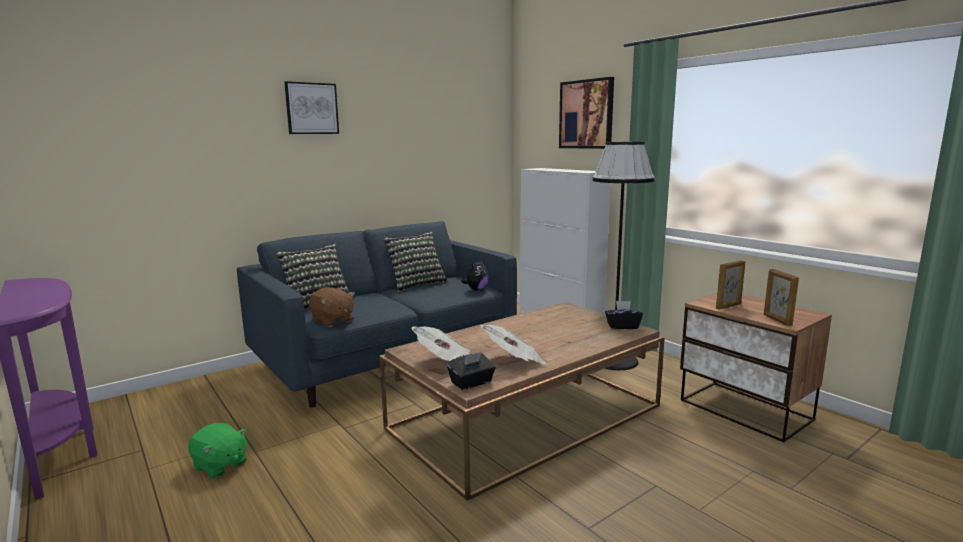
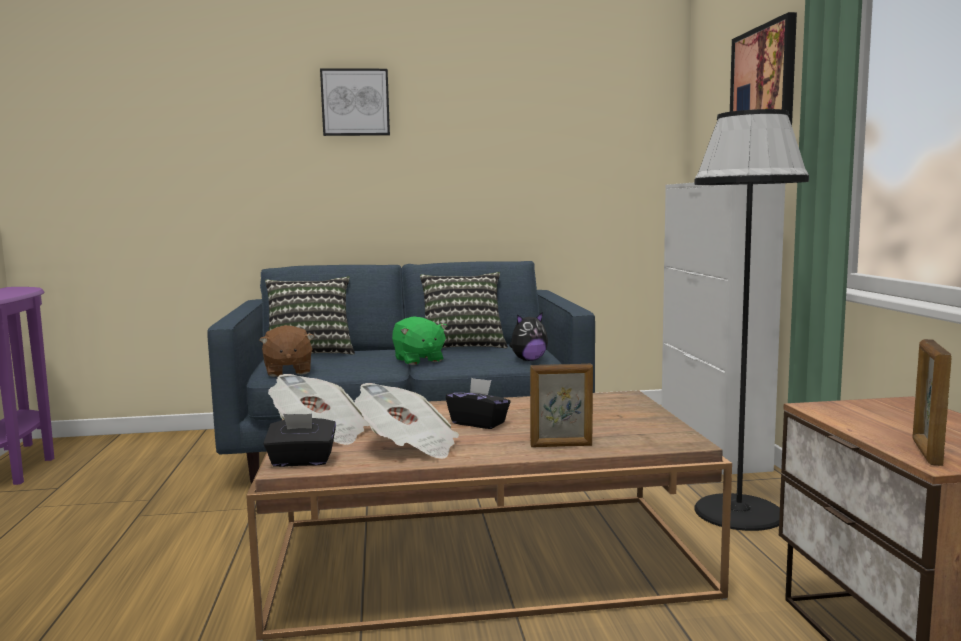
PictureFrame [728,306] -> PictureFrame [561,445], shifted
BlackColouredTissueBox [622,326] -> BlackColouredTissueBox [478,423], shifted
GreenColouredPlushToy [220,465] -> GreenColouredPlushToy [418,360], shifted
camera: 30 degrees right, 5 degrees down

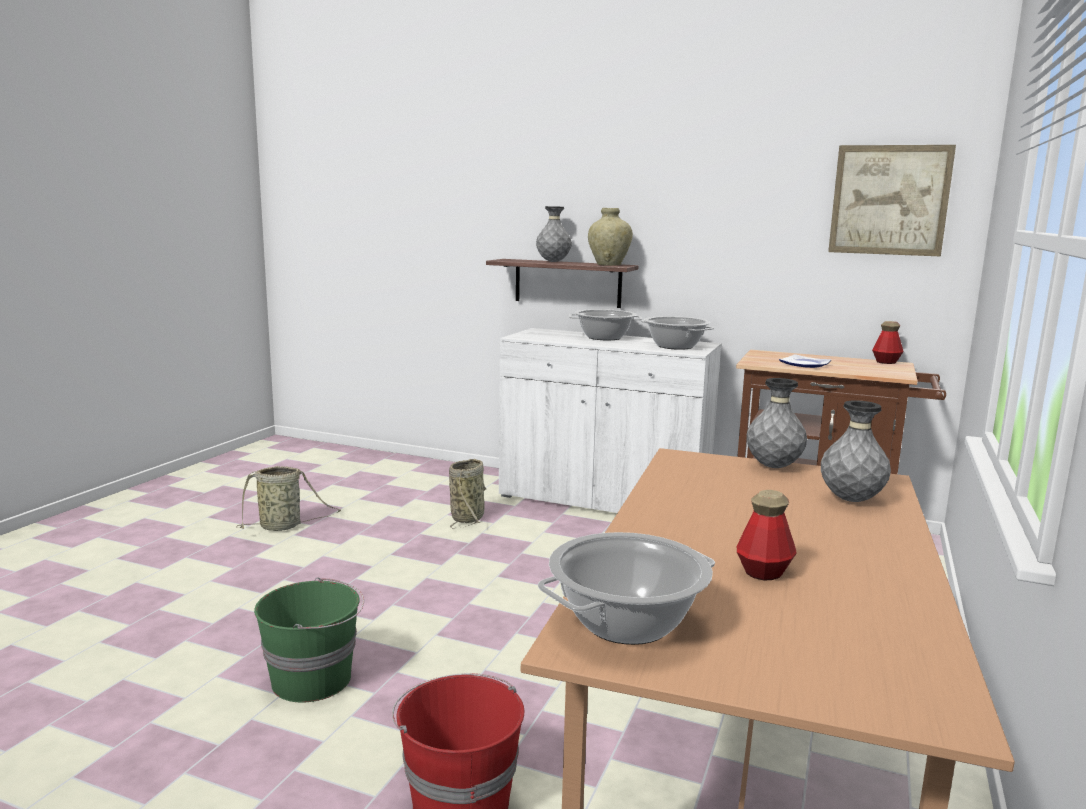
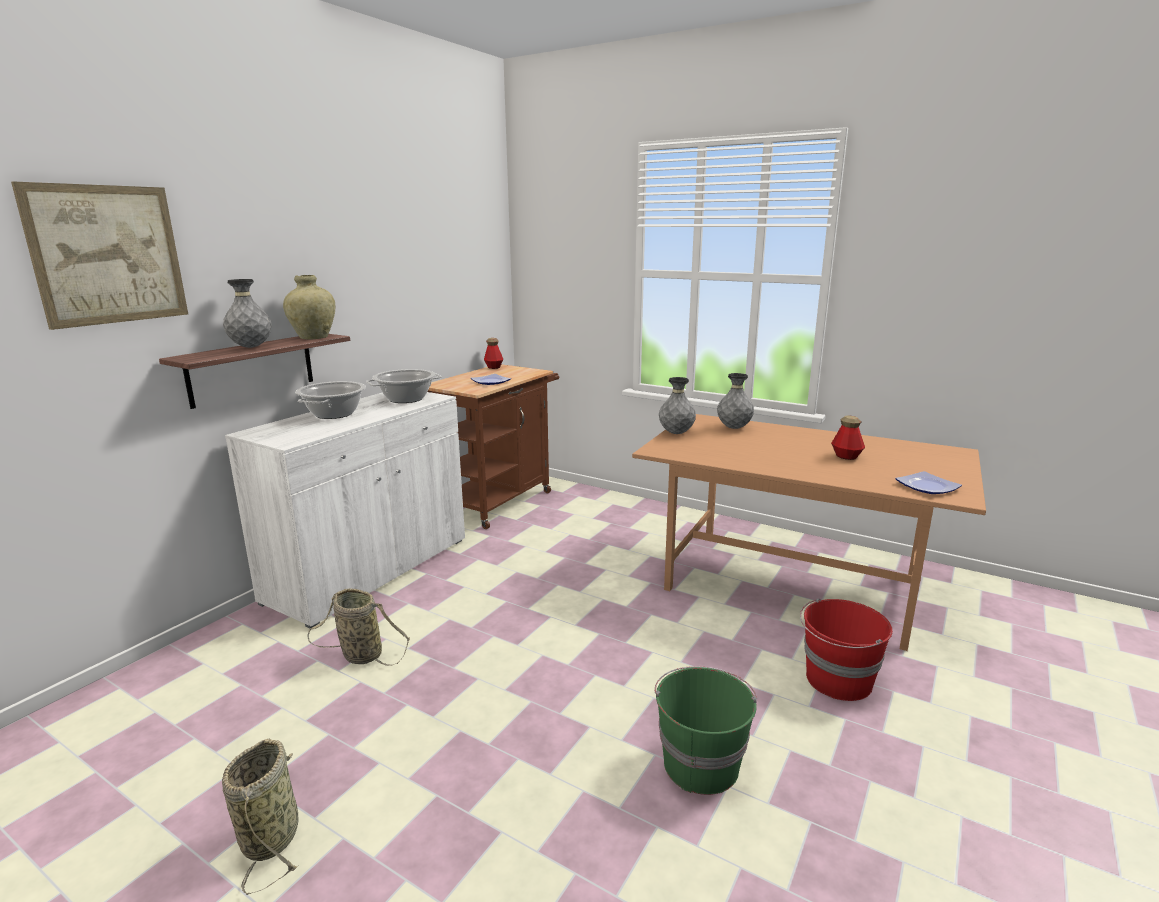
WallPicture [889,200] -> WallPicture [108,255], shifted
Saucepot [627,622] -> FlatDish [925,486]
camera: 80 degrees left, 5 degrees up

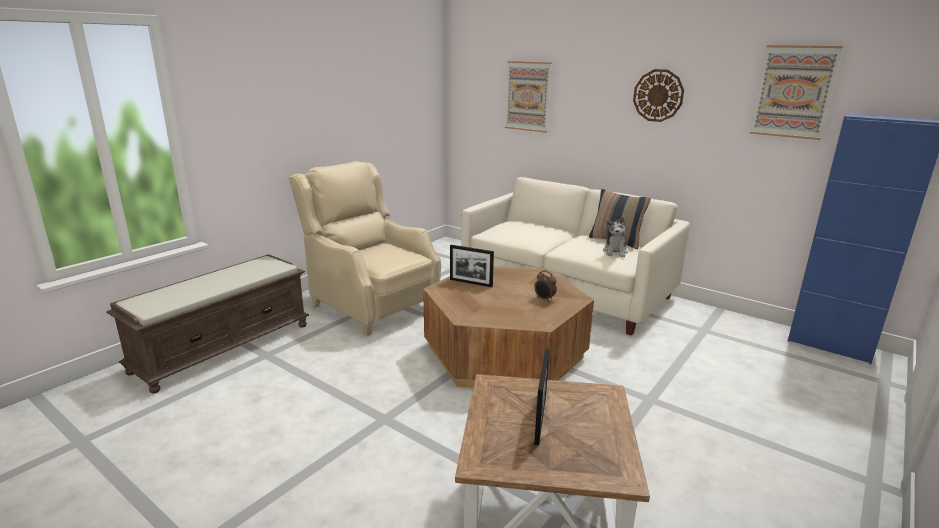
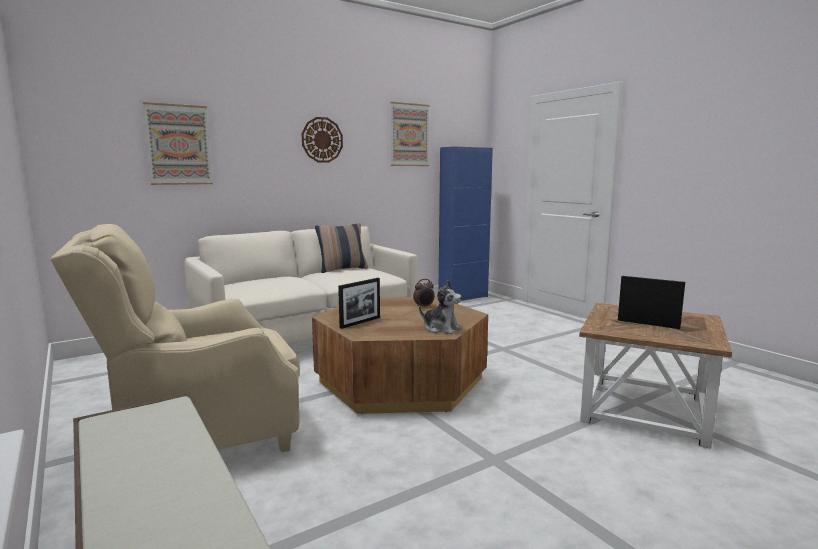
PlushToy [615,252] -> PlushToy [441,329], shifted
camera: 70 degrees left, 10 degrees down

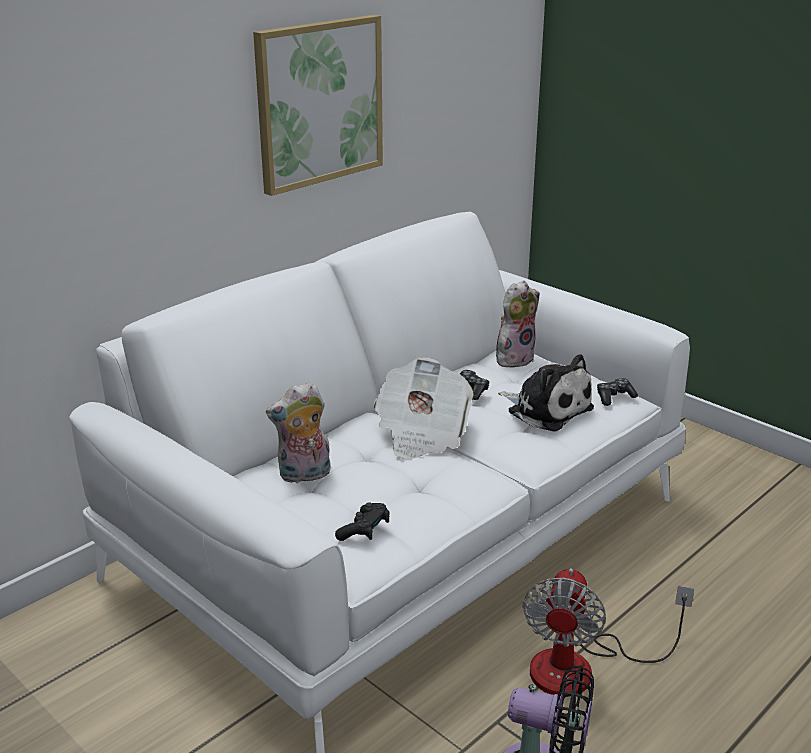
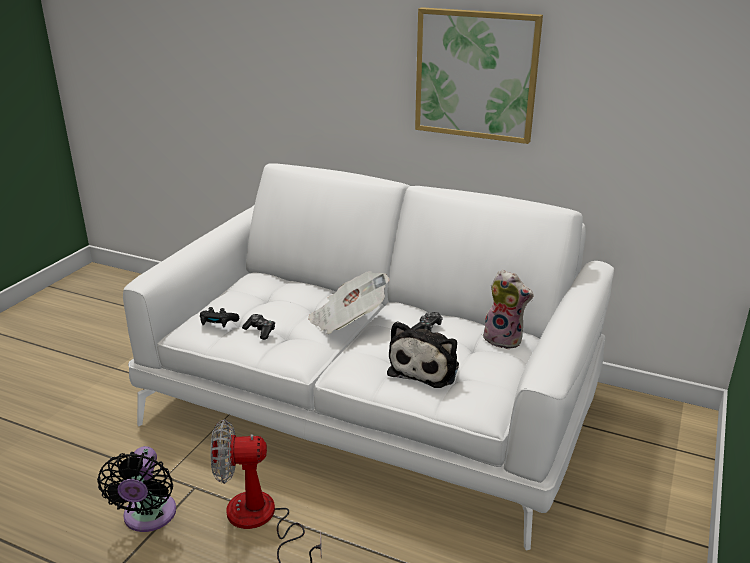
Gamepad [614,397] -> Gamepad [260,331], shifted
PlushToy [304,475] -> none
camera: 70 degrees right, 0 degrees up

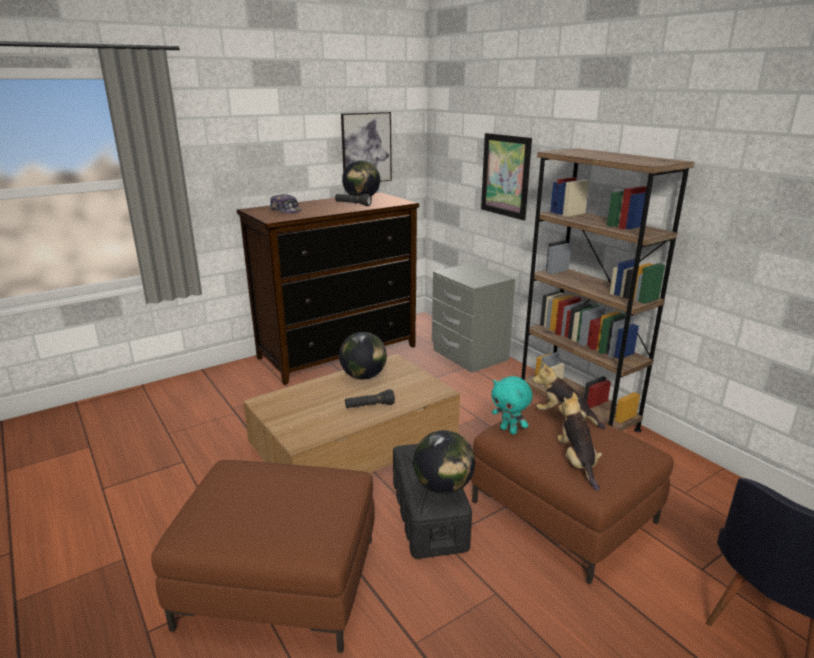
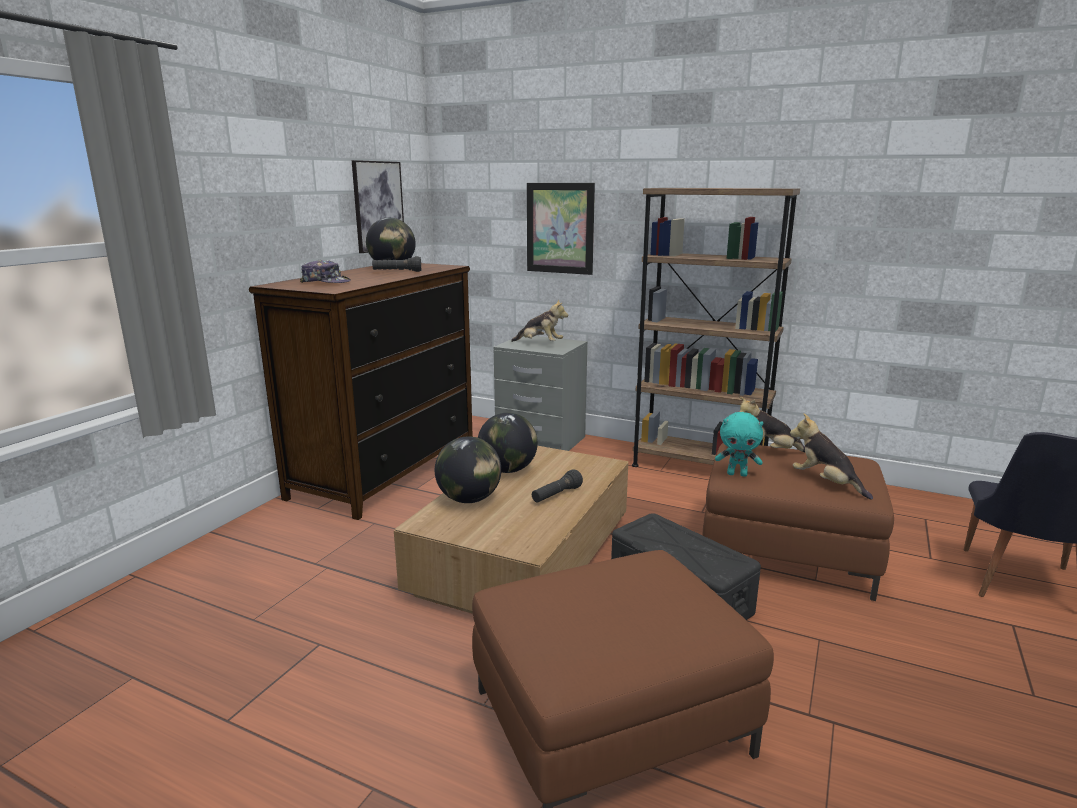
Globe [443,486] -> Globe [469,499], shifted
none -> PlushToy [540,344]
camera: 30 degrees left, 5 degrees down

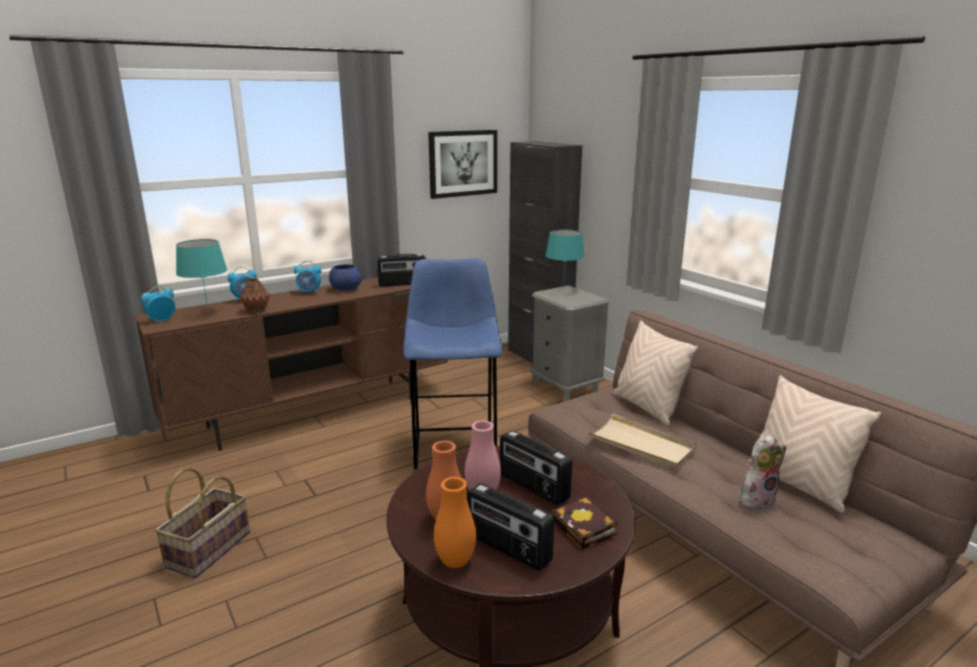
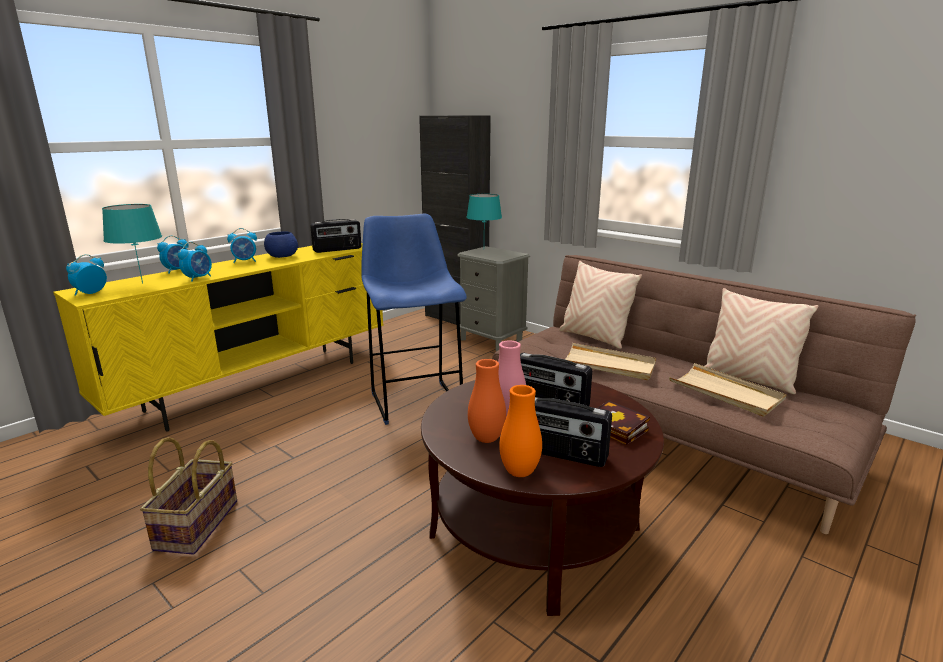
WallPicture [463,163] -> none
BrownColouredTvUnit [316,412] -> YellowColouredTvUnit [259,385]
BrownColouredFlowerVase [257,310] -> AlarmClock [198,278]
PlushToy [757,499] -> SandColouredServingTray [725,393]
camera: 15 degrees left, 0 degrees up

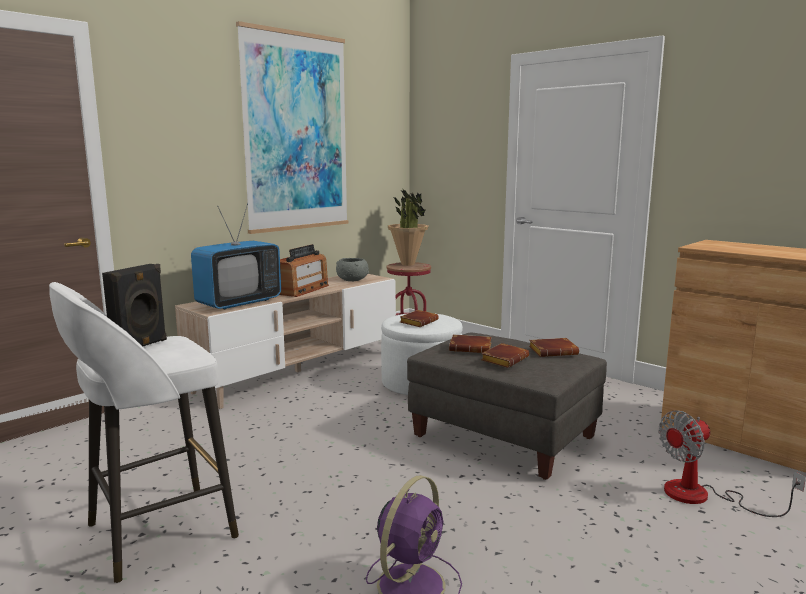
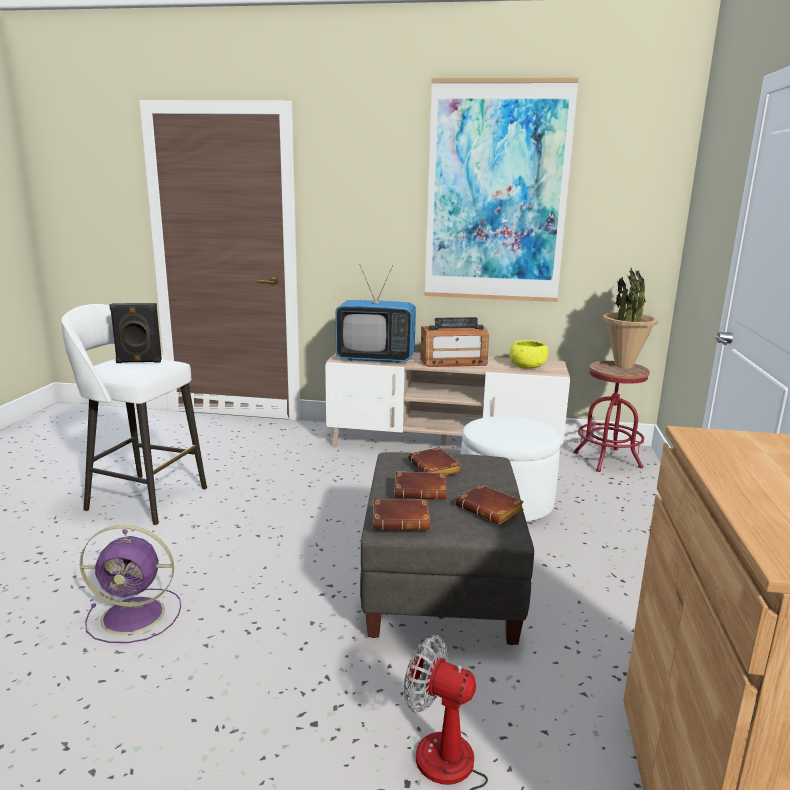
GreyishServingBowl [352,279] -> YellowColouredServingBowl [527,366]
BrownColouredBook [418,322] -> BrownColouredBook [402,519], shifted
camera: 55 degrees right, 5 degrees up

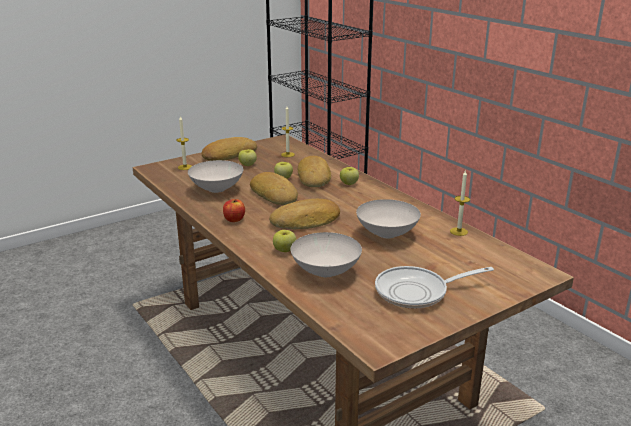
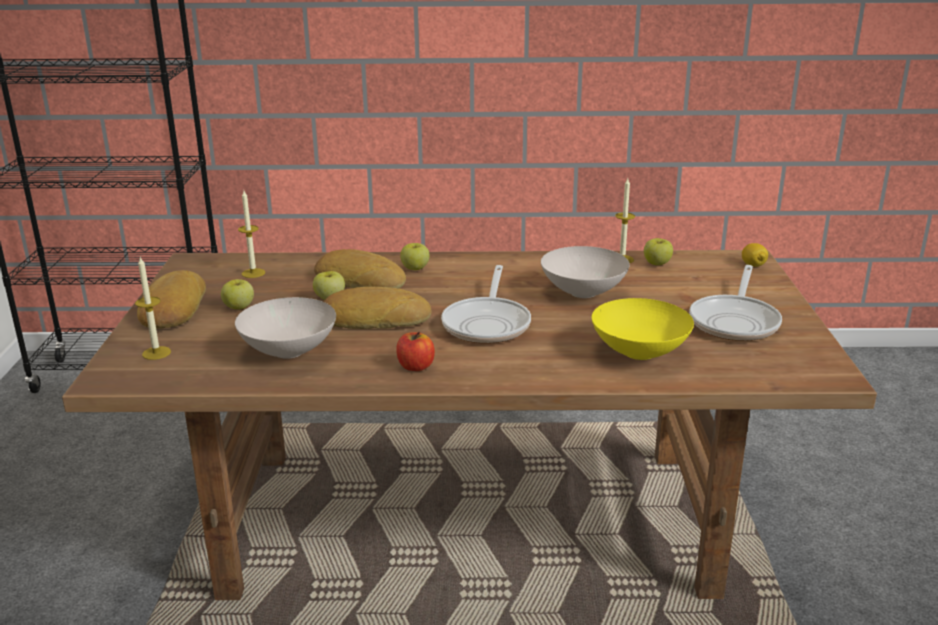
Bread [306,221] -> FryingPan [488,323]
WholeApple [284,250] -> WholeApple [657,263], shifted
WhiteColouredServingBowl [326,271] -> YellowColouredServingBowl [639,352]
none -> CitrusFruit [753,265]
camera: 55 degrees left, 0 degrees up

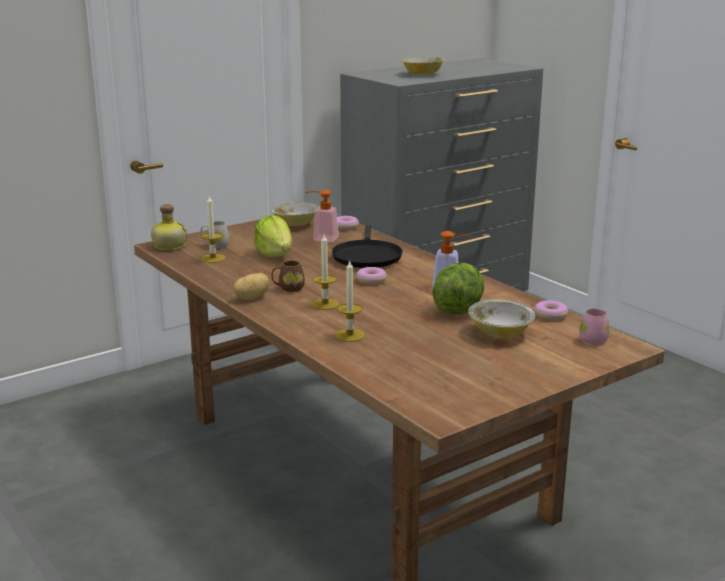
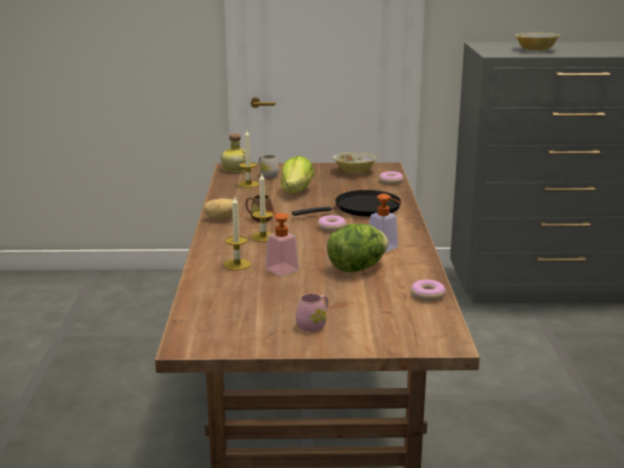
SoapDispenser [321,239] -> SoapDispenser [278,268], shifted
BlackColouredFryingPan [366,257] -> BlackColouredFryingPan [363,208], 150 degrees counterclockwise
ServingBowl [500,333] -> none
PinkishTeaMug [593,338] -> PinkishTeaMug [314,325], shifted
camera: 35 degrees right, 0 degrees up

